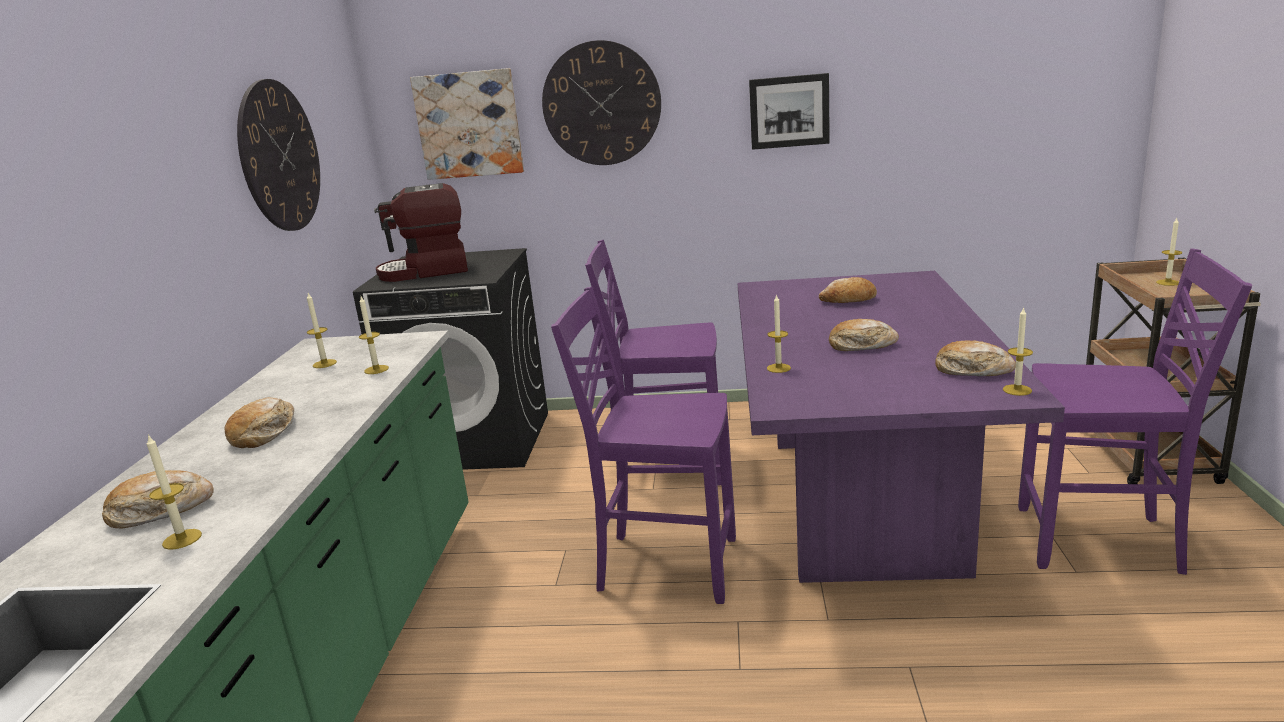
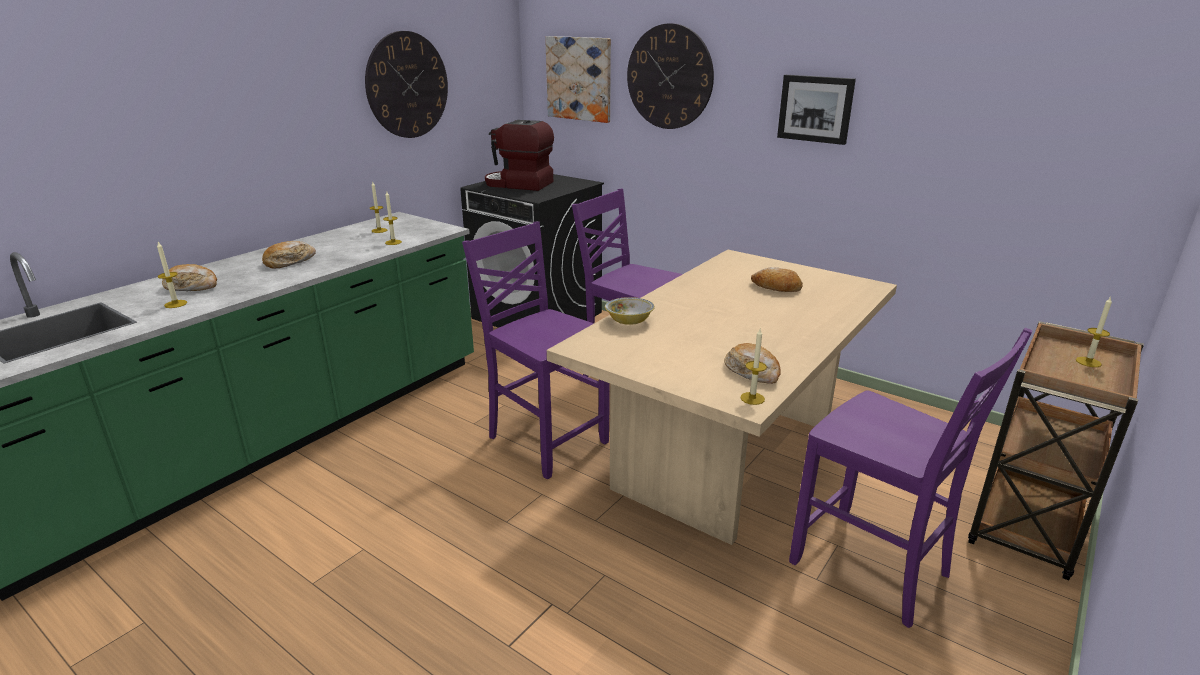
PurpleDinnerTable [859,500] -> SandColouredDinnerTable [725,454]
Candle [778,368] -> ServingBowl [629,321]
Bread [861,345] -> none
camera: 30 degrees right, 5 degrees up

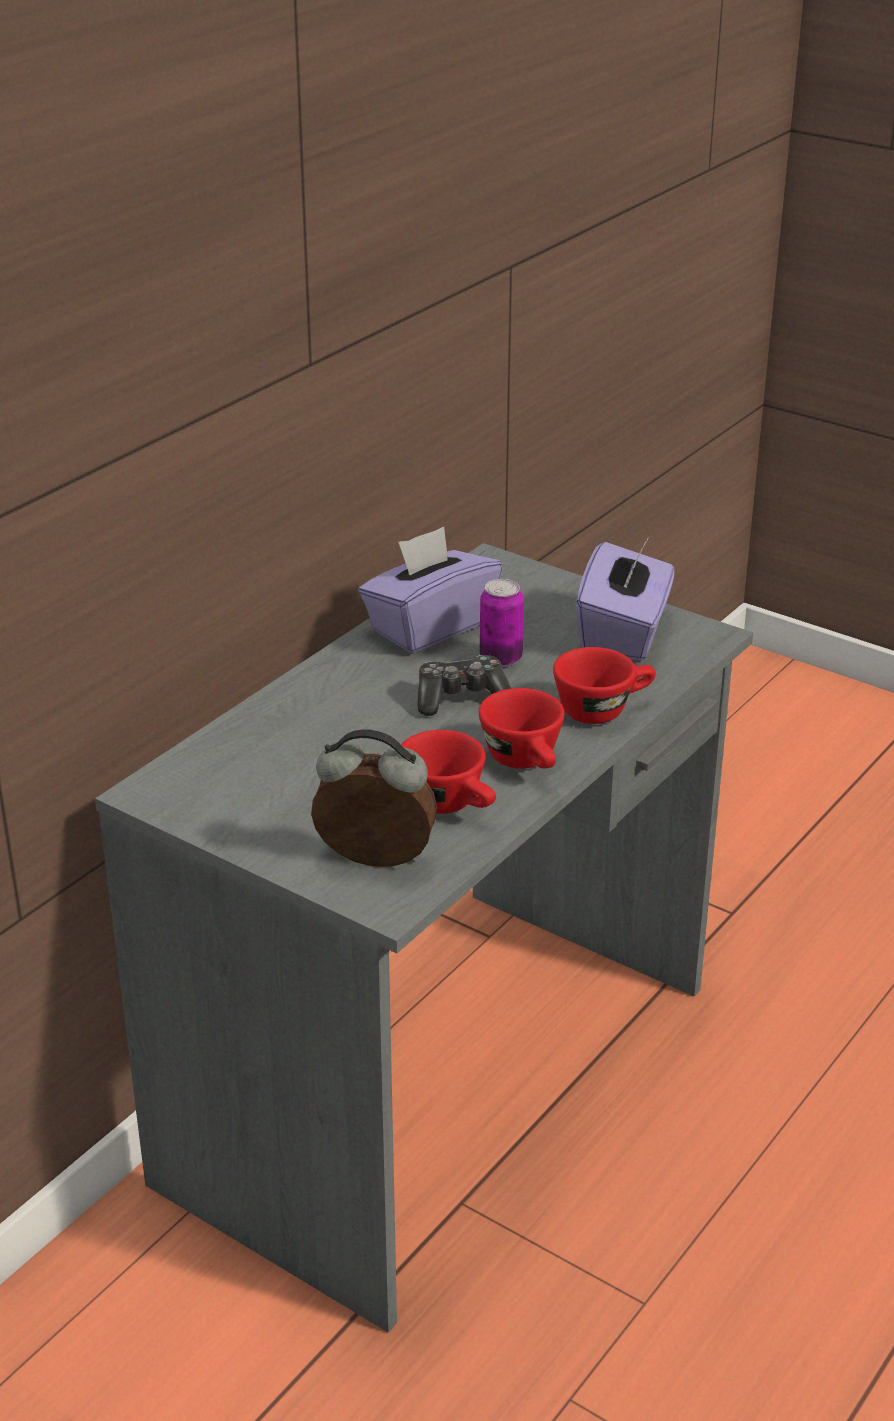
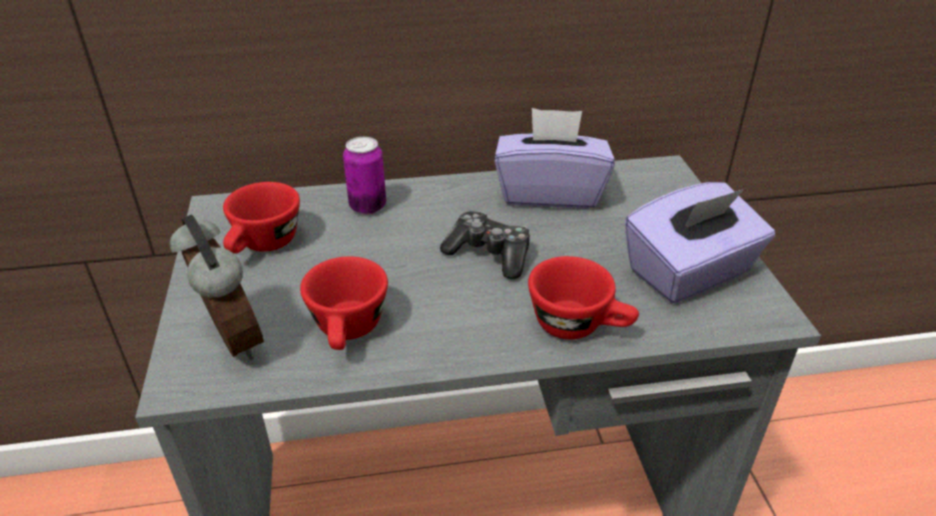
SealedCan [501,658] -> SealedCan [368,206], shifted
ReddishDrinkingCup [527,762] -> ReddishDrinkingCup [263,246], shifted
camera: 45 degrees right, 5 degrees up

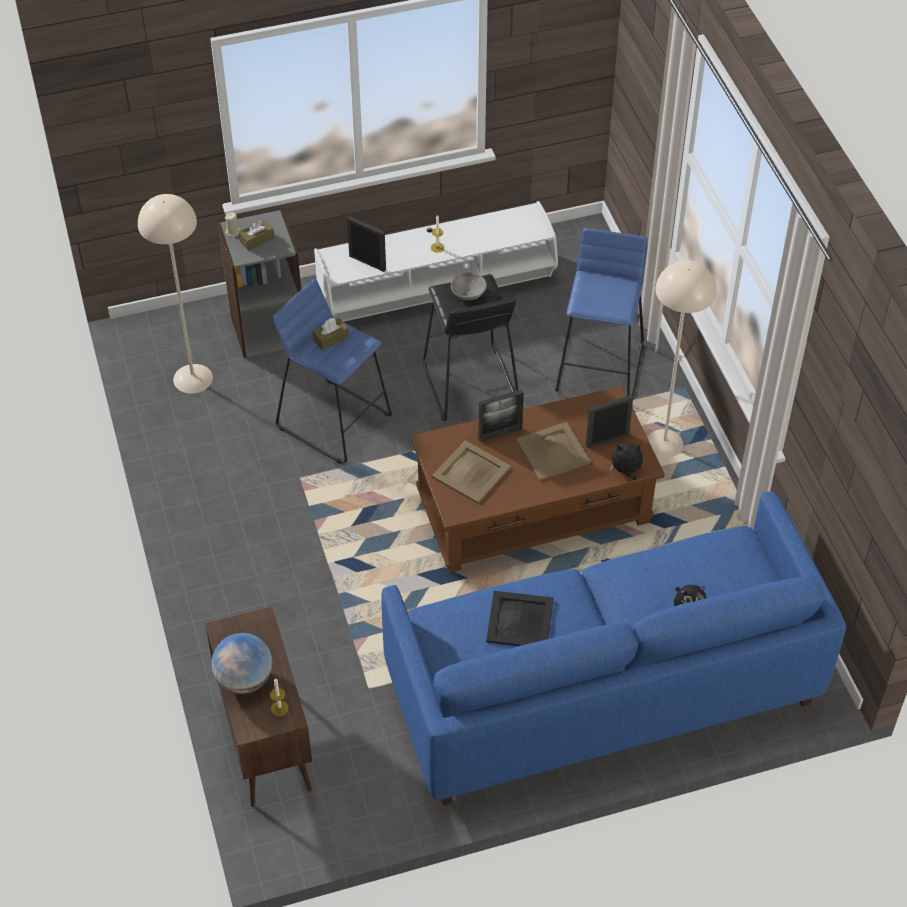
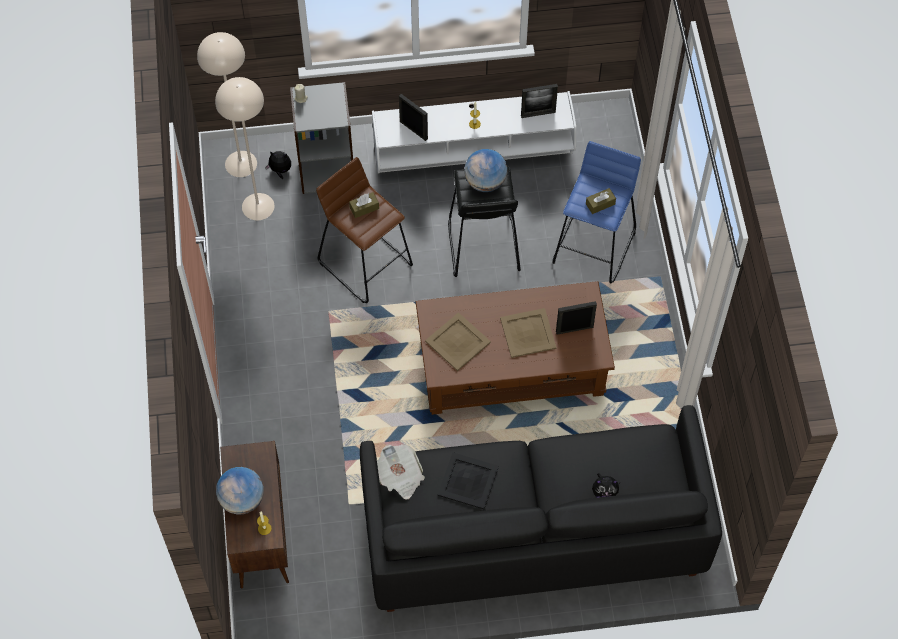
BrownColouredTissueBox [257,239] -> BrownColouredTissueBox [600,204], shifted
SandColouredStandingLamp [663,444] -> SandColouredStandingLamp [240,163], shifted
GreyishServingBowl [469,294] -> Globe [485,182]
BlueStool [334,420] -> BrownColouredStool [365,262]
PictureFrame [500,434] -> PictureFrame [538,114], shifted
PlushToy [626,471] -> PlushToy [280,170], shifted
BlueSettee [602,687] -> BlackColouredSettee [533,533]
none -> DailyPaper [400,477]
camera: 10 degrees right, 10 degrees up

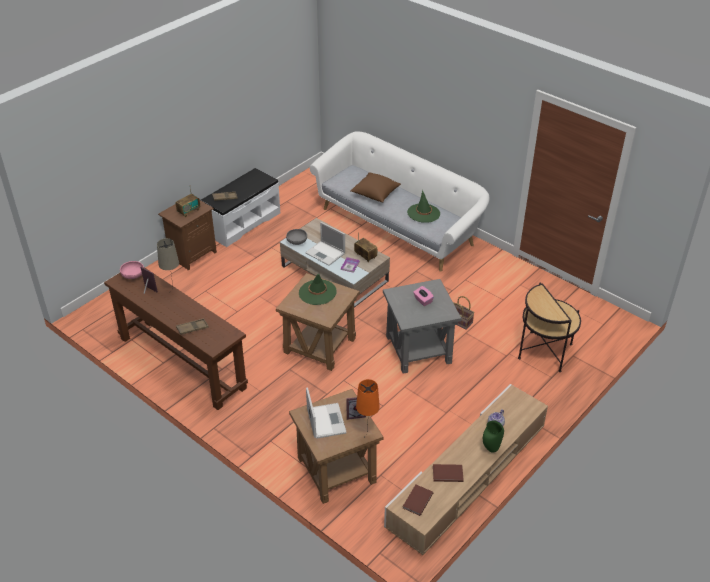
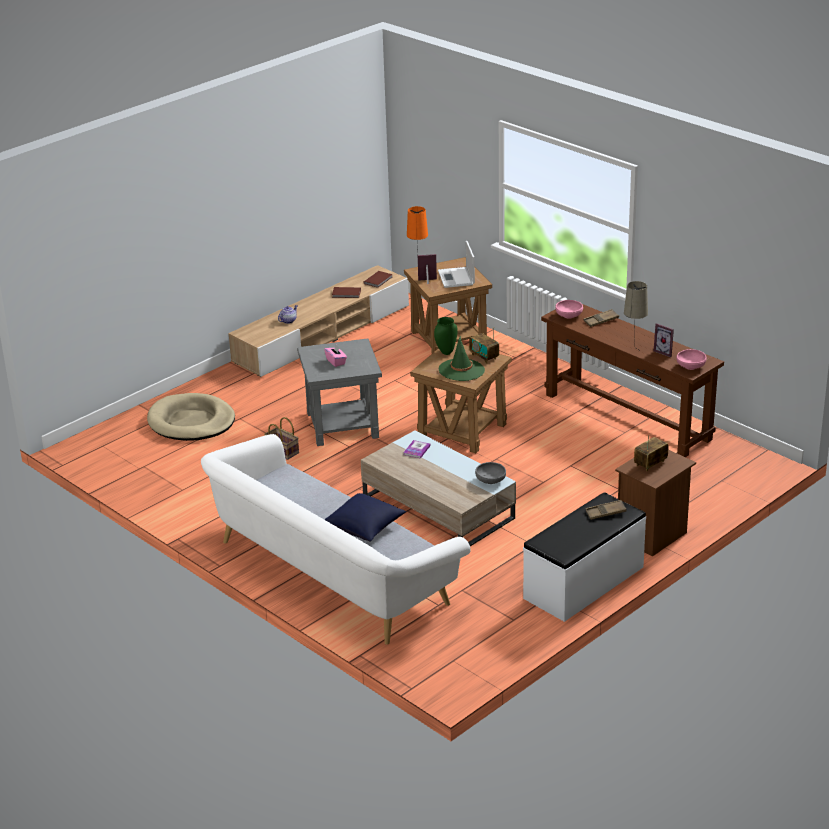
BrownColouredPillow [375,194] -> BluePillow [365,527]
GreenColouredWearableHat [423,213] -> none
NotebookComputer [326,253] -> none
RadioReceiver [365,256] -> RadioReceiver [484,357], shifted
SideTable [545,351] -> SandColouredPetBed [191,421]
GreenColouredFlowerVase [490,448] -> GreenColouredFlowerVase [446,353], shifted
none -> PinkishServingBowl [569,316]
camera: 175 degrees left, 10 degrees down

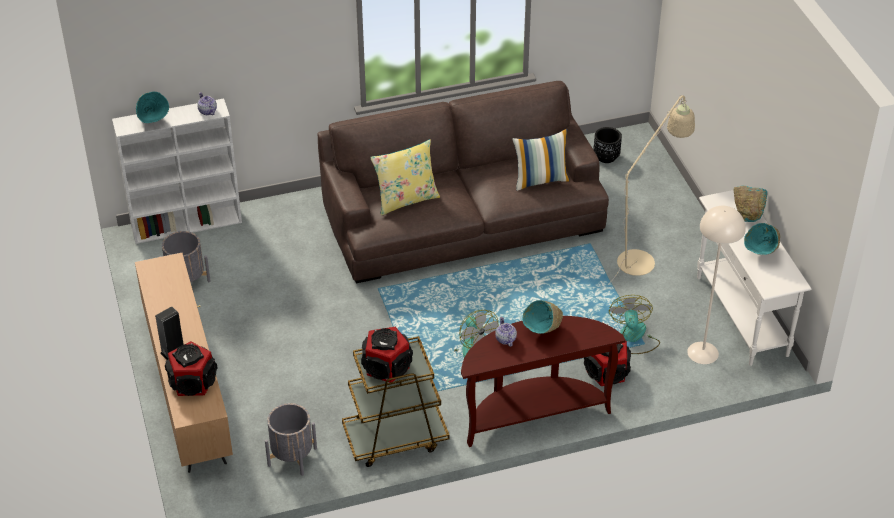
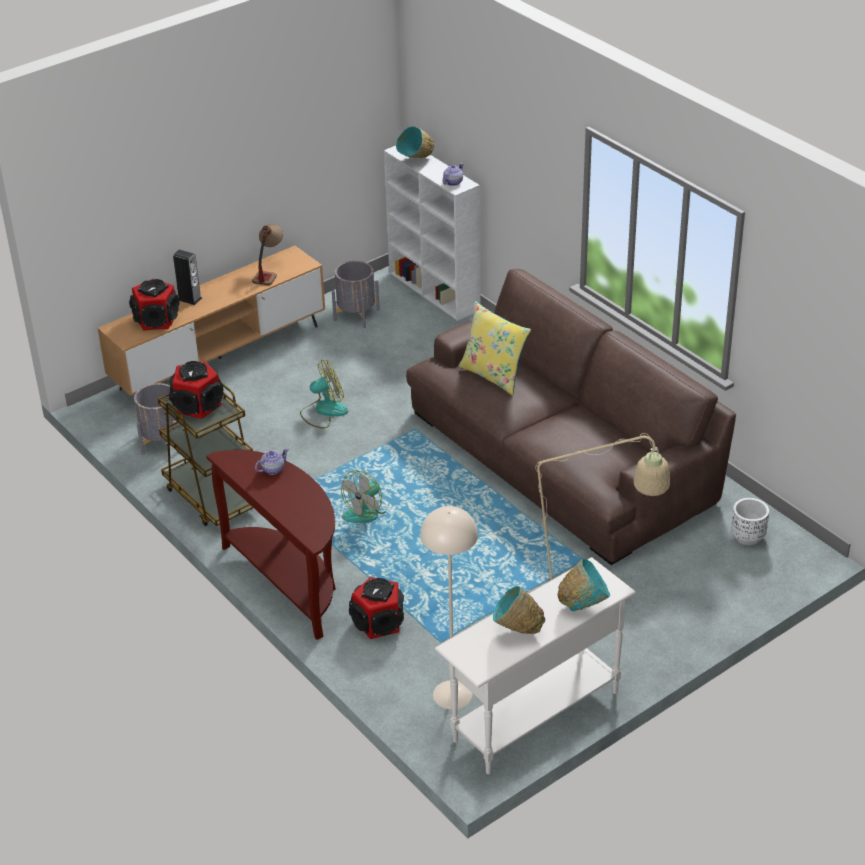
BlackColouredFlowerPot [606,157] -> WhiteColouredFlowerPot [747,537]
Pillow [540,180] -> none
Fan [634,338] -> Fan [324,411], shifted
TurquoiseServingBowl [543,332] -> none
none -> TabletopLamp [268,272]
camera: 70 degrees right, 5 degrees down

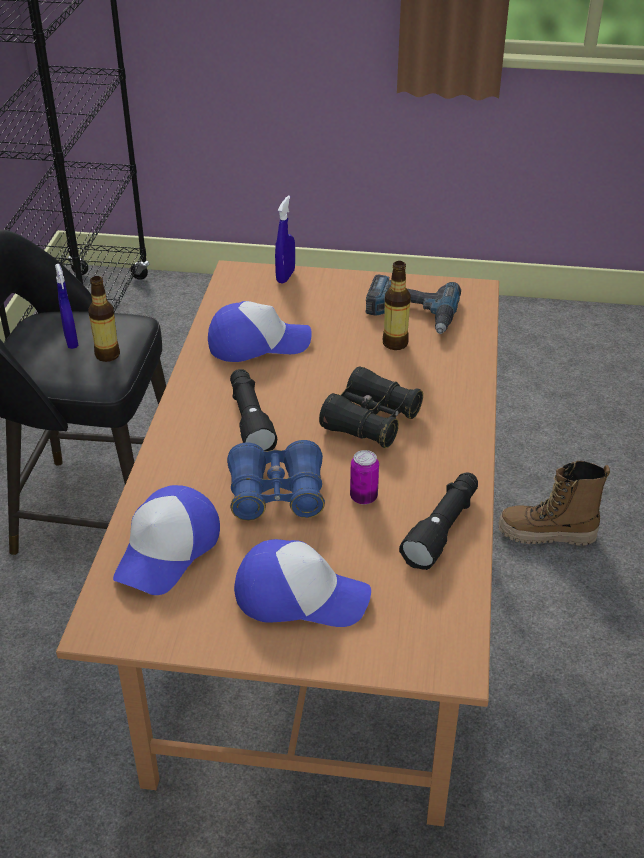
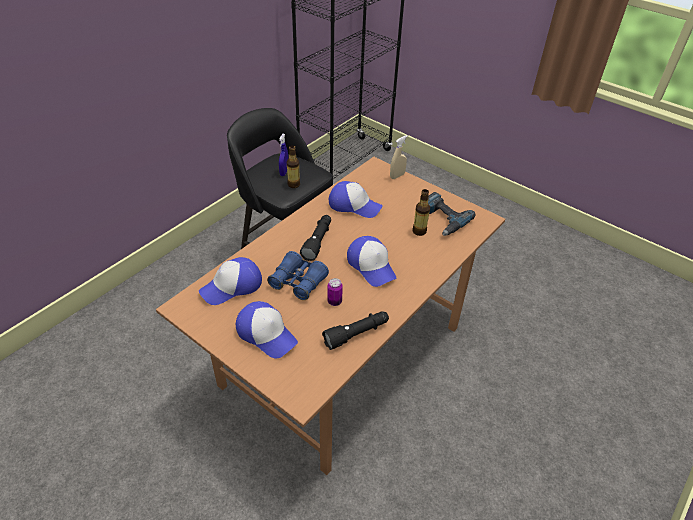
BlueSprayer [285,276] -> SandColouredSprayer [397,176]
BlackColouredPairOfBinoculars [370,421] -> PeakedCap [371,266]
TallBoot [546,535] -> none
camera: 30 degrees right, 5 degrees up

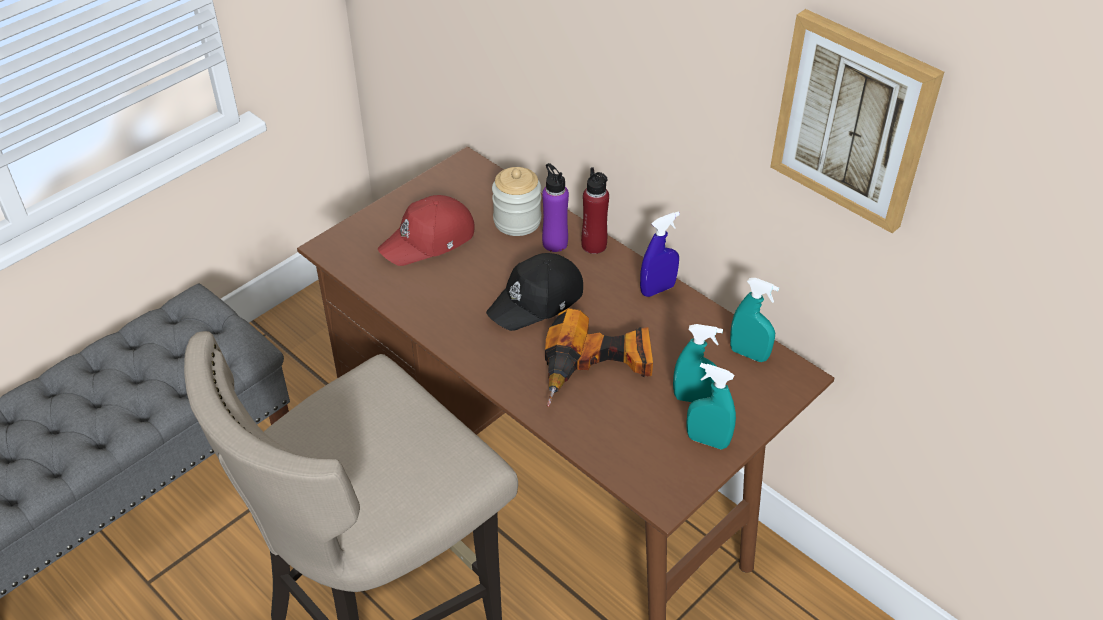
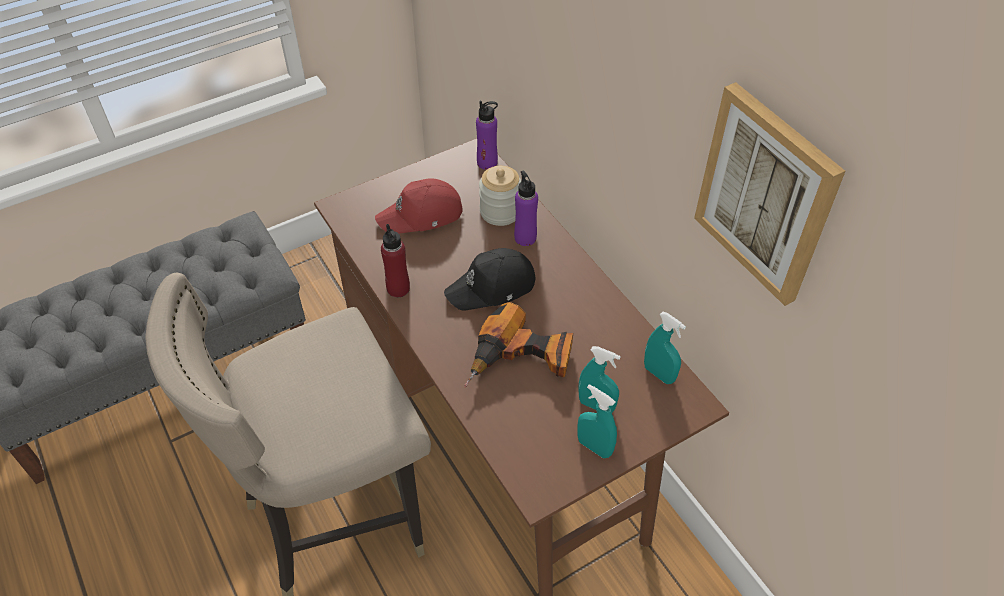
ReddishBeverageBottle [594,245] -> ReddishBeverageBottle [398,288], shifted
BlueSprayer [657,289] -> none
none -> PurpleBeverageBottle [487,163]
camera: 15 degrees right, 5 degrees up

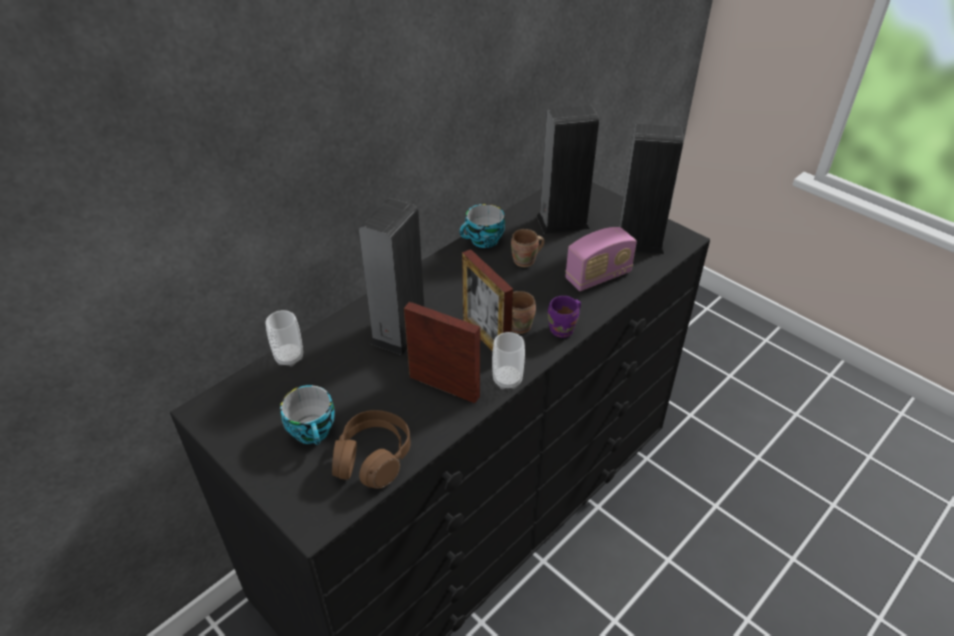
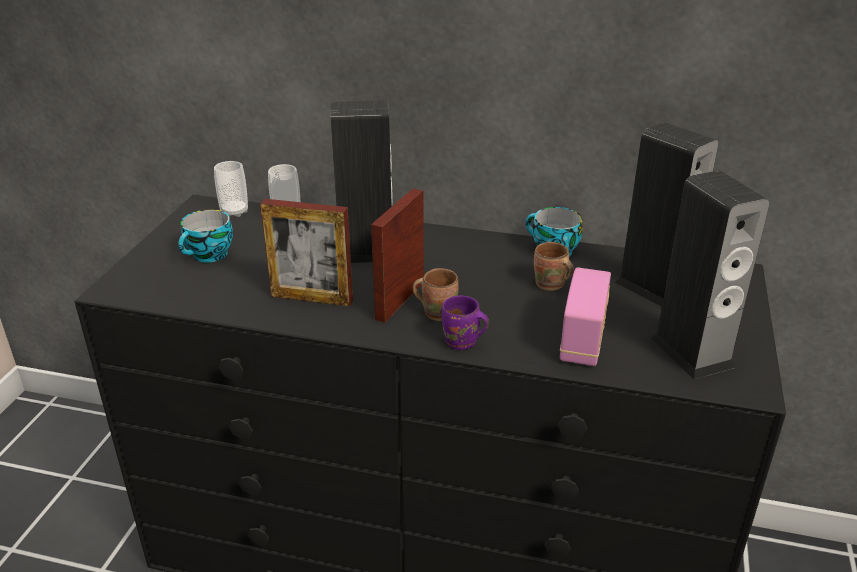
RadioReceiver [598,277] -> RadioReceiver [582,340], 105 degrees counterclockwise
PictureFrame [444,386] -> PictureFrame [312,298], 105 degrees clockwise
DrinkingCup [507,380] -> DrinkingCup [234,212], shifted
BrownColouredHeadset [373,458] -> none
camera: 60 degrees right, 10 degrees down

